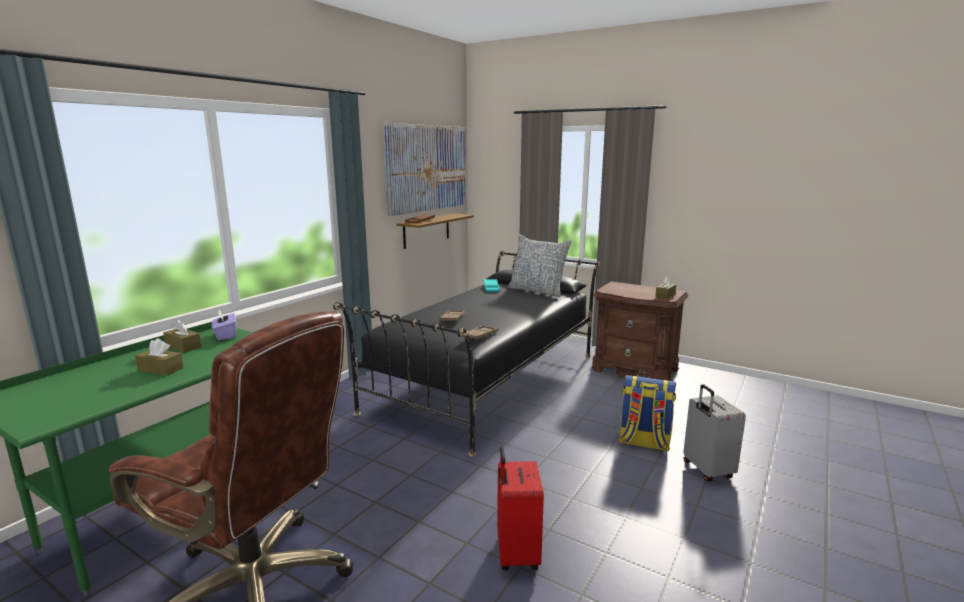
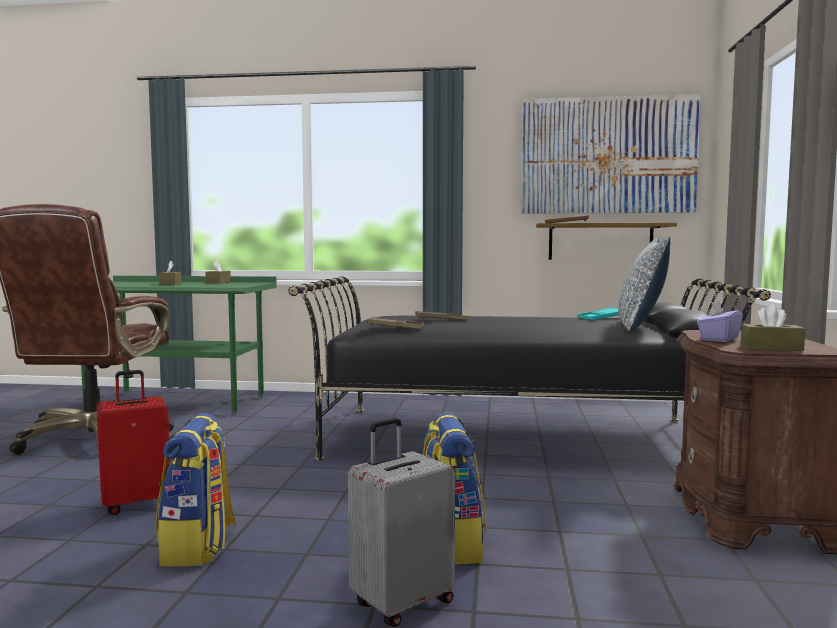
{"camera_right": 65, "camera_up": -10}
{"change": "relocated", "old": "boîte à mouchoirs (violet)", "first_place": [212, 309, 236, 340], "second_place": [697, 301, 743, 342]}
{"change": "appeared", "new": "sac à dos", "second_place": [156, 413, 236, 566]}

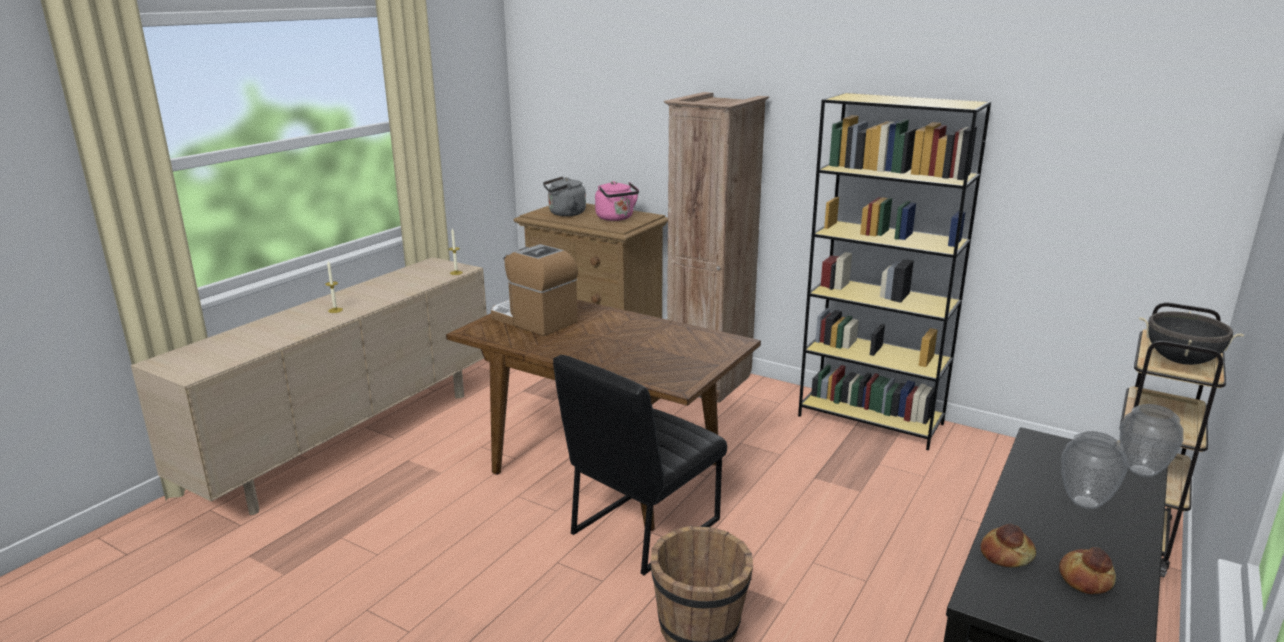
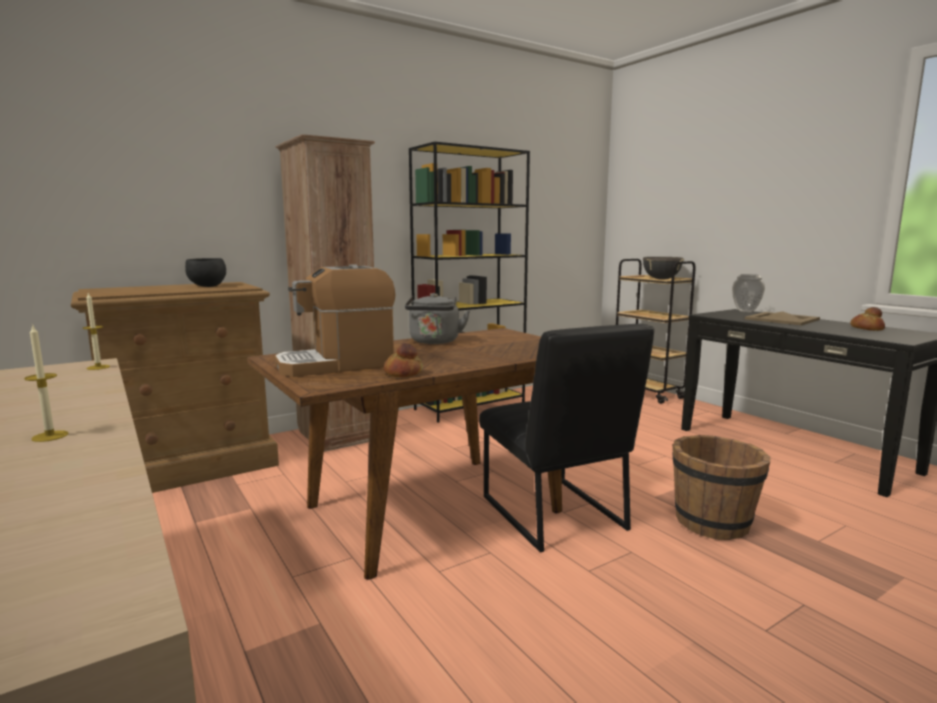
{"camera_right": -65, "camera_up": -10}
{"change": "relocated", "old": "bouilloire (gris)", "first_place": [543, 176, 586, 216], "second_place": [405, 293, 470, 344]}
{"change": "exchanged", "old": "bouilloire (rose)", "new": "bol (noir)", "first_place": [595, 181, 639, 221], "second_place": [185, 258, 226, 287]}
{"change": "exchanged", "old": "vase", "new": "plateau (beige)", "first_place": [1061, 431, 1127, 509], "second_place": [745, 311, 820, 325]}
{"change": "relocated", "old": "pain", "first_place": [980, 524, 1036, 567], "second_place": [384, 343, 423, 378]}

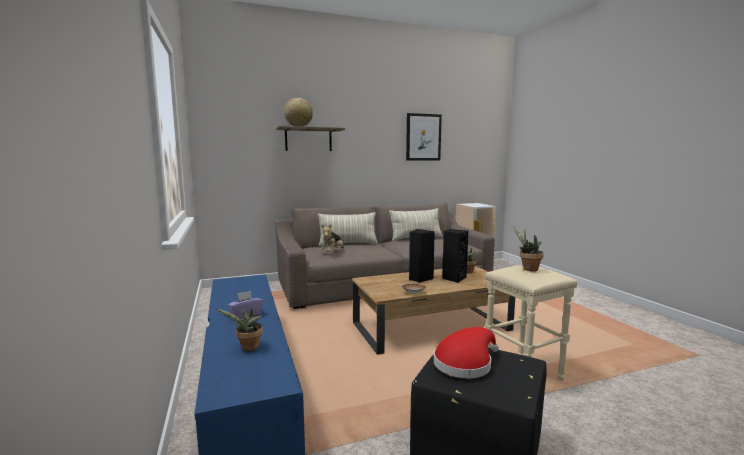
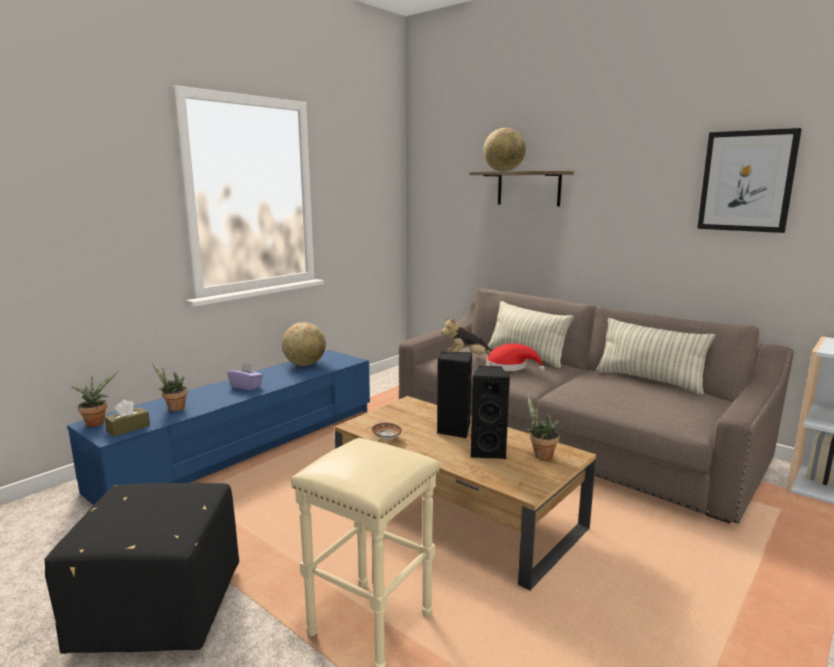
{"camera_right": 60, "camera_up": 5}
{"change": "relocated", "old": "plante en pot", "first_place": [514, 226, 544, 271], "second_place": [72, 371, 118, 427]}
{"change": "relocated", "old": "chapeau (rouge)", "first_place": [433, 327, 499, 378], "second_place": [486, 343, 545, 372]}
{"change": "appeared", "new": "globe", "second_place": [281, 322, 326, 366]}
{"change": "appeared", "new": "boîte à mouchoirs (marron)", "second_place": [104, 399, 150, 437]}

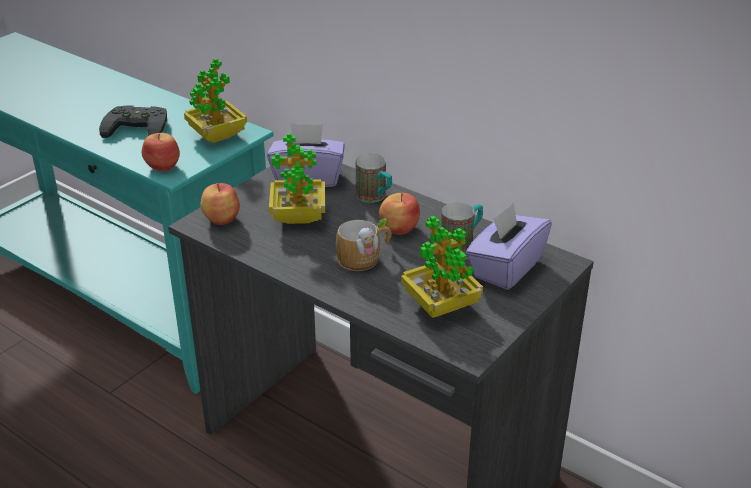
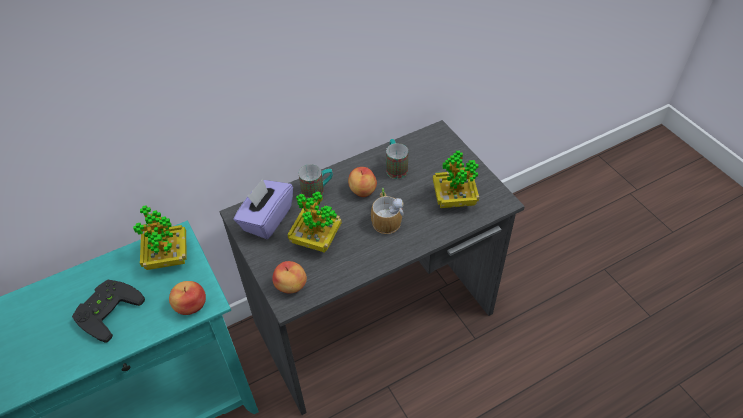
{"camera_right": -65, "camera_up": 15}
{"change": "missing", "old": "boîte à mouchoirs (violet)", "first_place": [466, 202, 552, 290]}

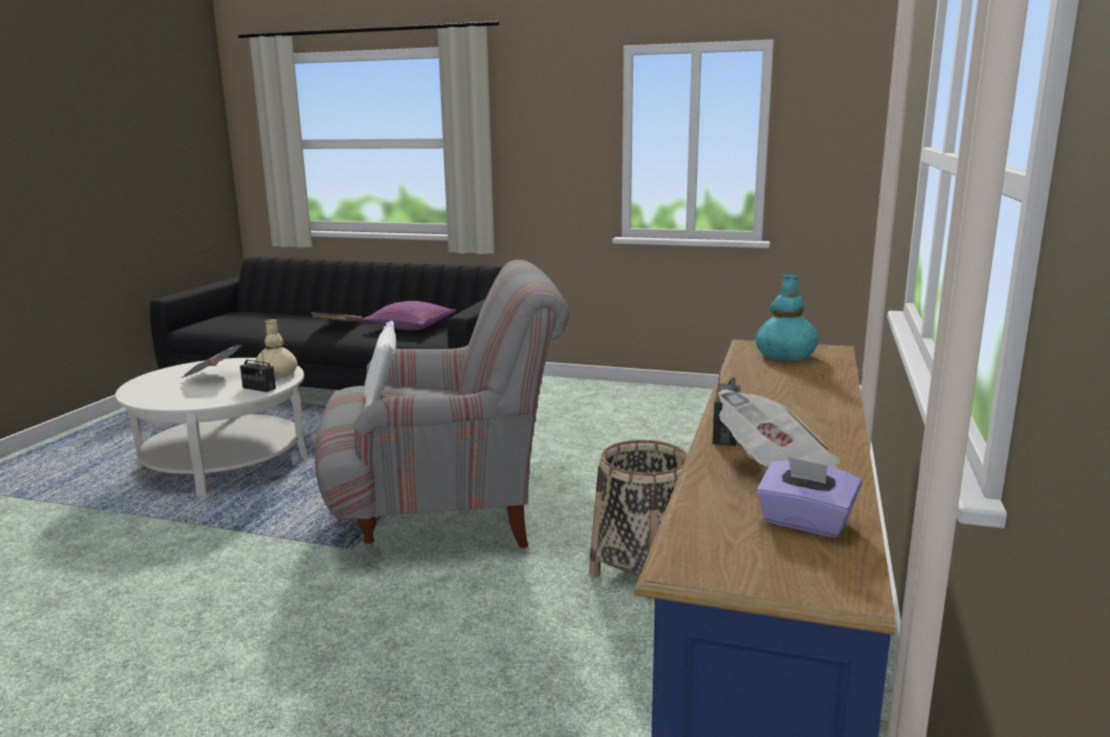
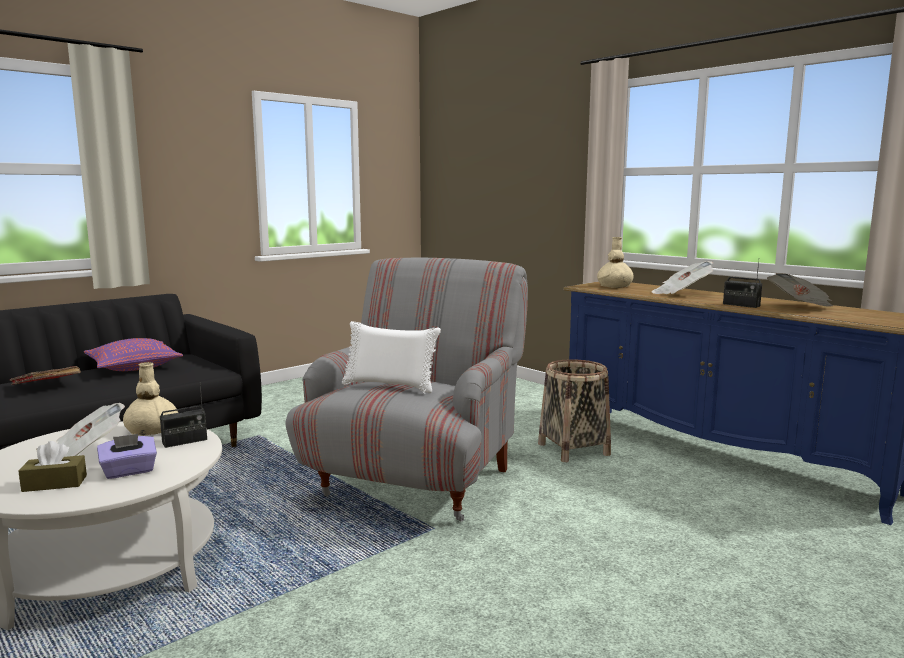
{"camera_right": -60, "camera_up": -5}
{"change": "colour", "old": "vase (turquoise)", "new": "vase (beige)", "first_place": [755, 273, 818, 361], "second_place": [597, 237, 634, 288]}
{"change": "relocated", "old": "boîte à mouchoirs (violet)", "first_place": [756, 456, 862, 538], "second_place": [97, 434, 157, 479]}
{"change": "appeared", "new": "journal", "second_place": [652, 261, 713, 294]}
{"change": "appeared", "new": "boîte à mouchoirs (marron)", "second_place": [18, 441, 87, 492]}

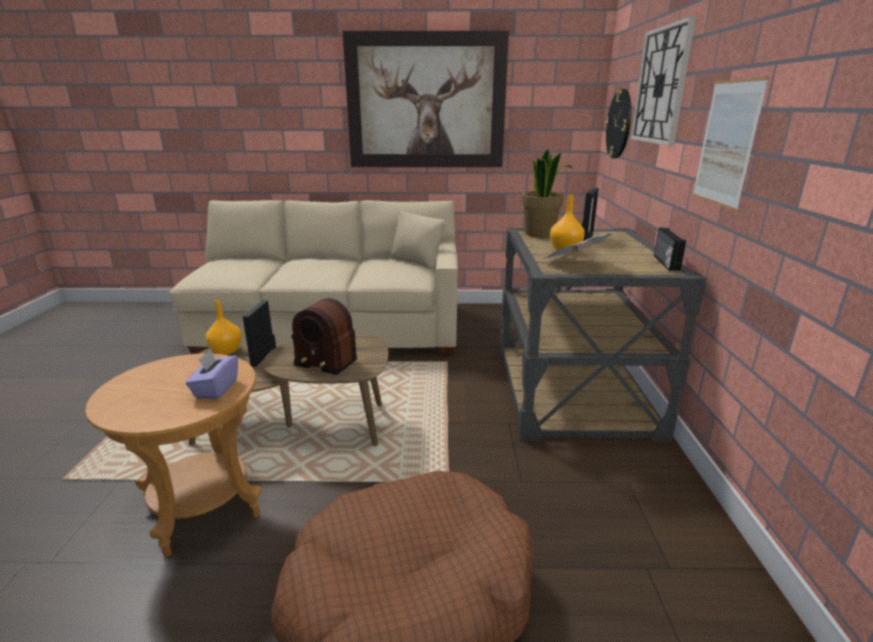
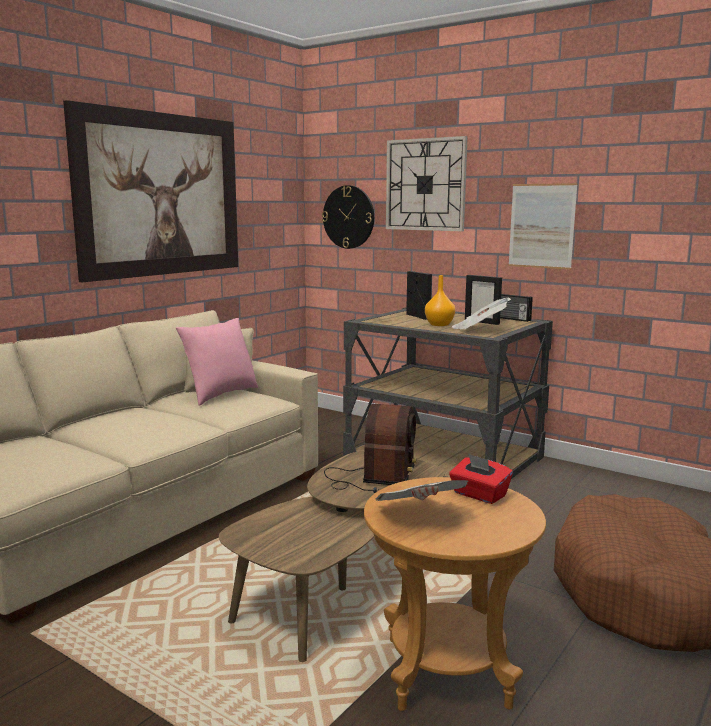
{"camera_right": -55, "camera_up": -10}
{"change": "missing", "old": "plante en pot", "first_place": [521, 149, 573, 237]}
{"change": "spun", "old": "radio", "first_place": [291, 298, 357, 375], "second_place": [324, 404, 417, 493], "degrees": -45}
{"change": "missing", "old": "vase (orange)", "first_place": [206, 300, 242, 355]}
{"change": "relocated", "old": "cadre photo", "first_place": [243, 300, 276, 367], "second_place": [465, 275, 502, 325]}
{"change": "colour", "old": "boîte à mouchoirs (violet)", "new": "boîte à mouchoirs (rouge)", "first_place": [186, 350, 238, 399], "second_place": [449, 454, 513, 504]}
{"change": "appeared", "new": "coussin (rose)", "second_place": [176, 318, 258, 406]}
{"change": "appeared", "new": "journal", "second_place": [375, 480, 468, 501]}

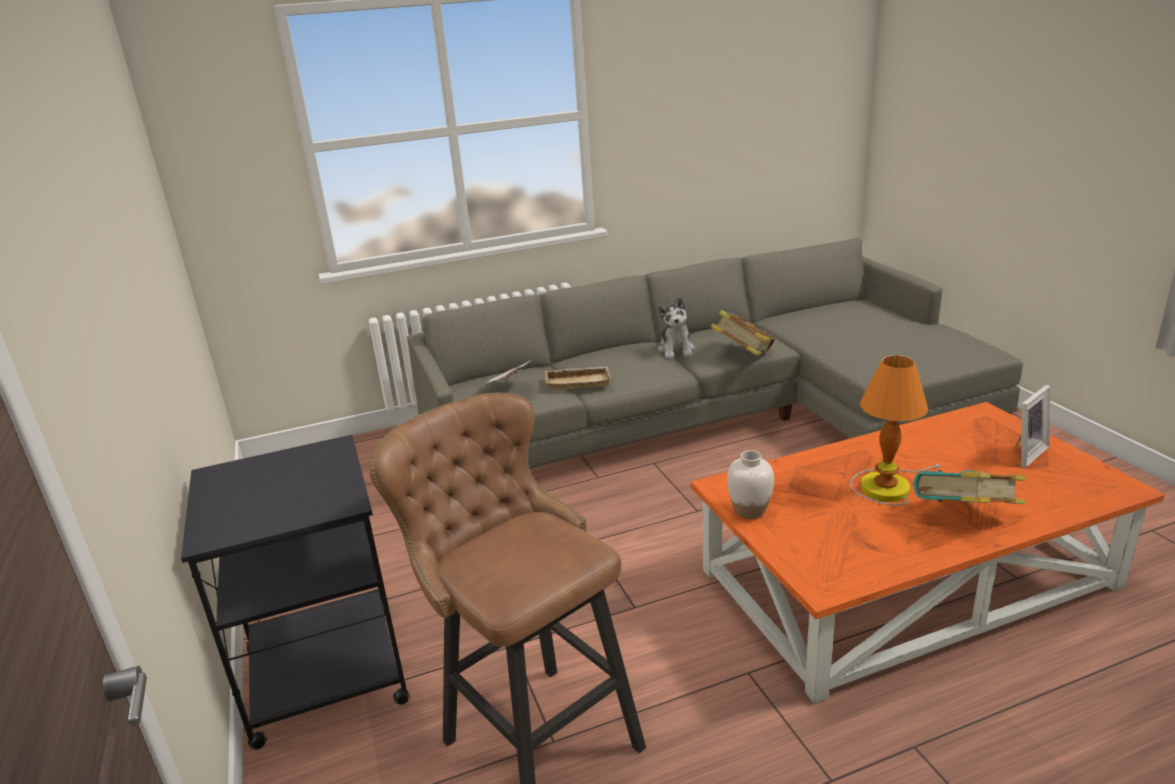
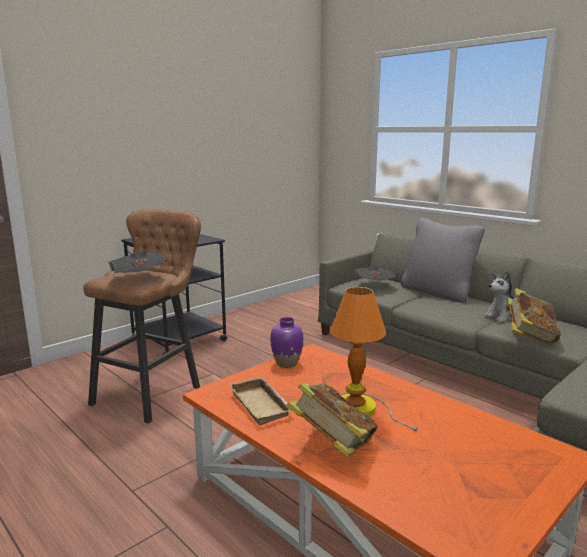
{"camera_right": 65, "camera_up": -10}
{"change": "relocated", "old": "plateau (beige)", "first_place": [545, 366, 611, 390], "second_place": [229, 377, 292, 425]}
{"change": "missing", "old": "cadre photo", "first_place": [1013, 385, 1050, 468]}
{"change": "colour", "old": "vase (blanc)", "new": "vase (violet)", "first_place": [727, 450, 774, 519], "second_place": [270, 317, 303, 368]}
{"change": "appeared", "new": "coussin (gris)", "second_place": [401, 217, 485, 303]}
{"change": "appeared", "new": "journal", "second_place": [108, 251, 167, 273]}

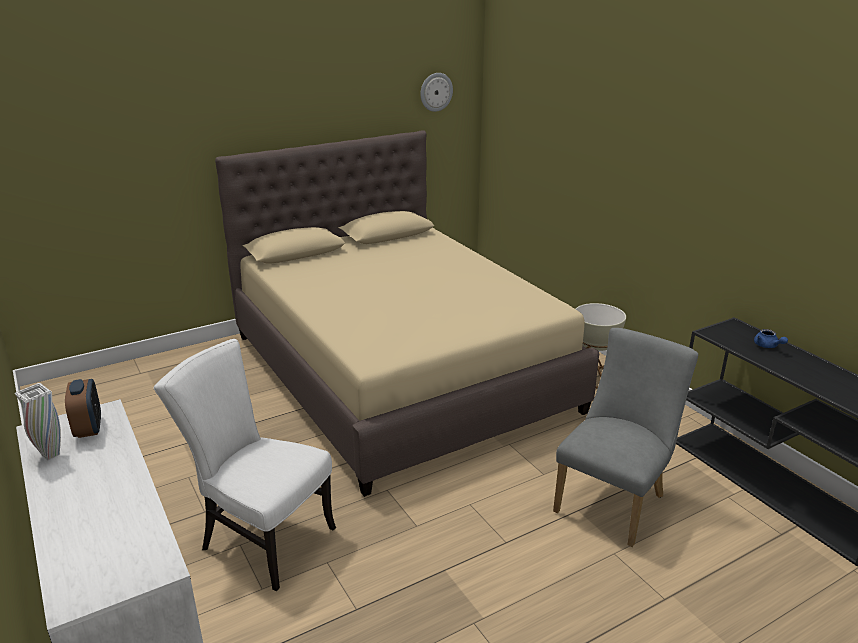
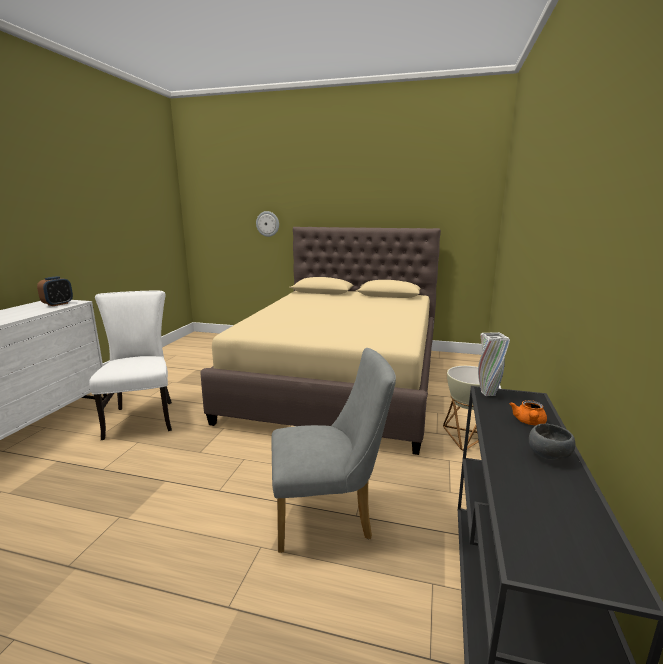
{"camera_right": 45, "camera_up": -10}
{"change": "relocated", "old": "horloge murale", "first_place": [420, 73, 453, 112], "second_place": [256, 211, 279, 237]}
{"change": "colour", "old": "théière (bleu)", "new": "théière (orange)", "first_place": [754, 329, 788, 348], "second_place": [510, 400, 547, 425]}
{"change": "relocated", "old": "vase (blanc)", "first_place": [15, 383, 61, 460], "second_place": [478, 332, 510, 396]}
{"change": "appeared", "new": "bol (gris)", "second_place": [529, 424, 575, 461]}

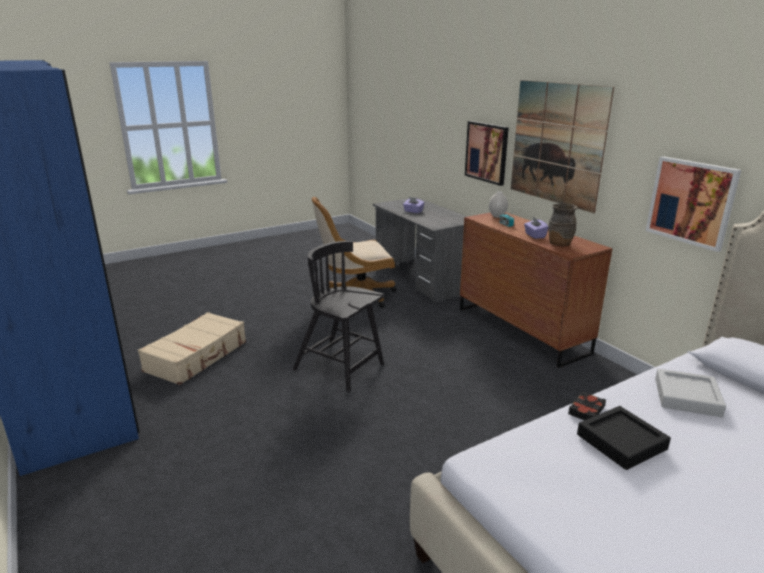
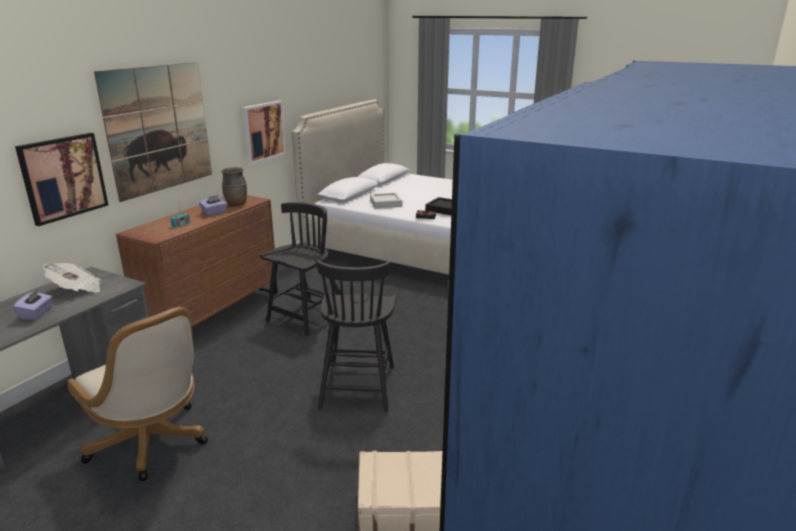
{"camera_right": -120, "camera_up": 0}
{"change": "missing", "old": "vase (blanc)", "first_place": [489, 191, 508, 218]}
{"change": "appeared", "new": "chaise (noir)", "second_place": [260, 202, 341, 336]}
{"change": "appeared", "new": "journal", "second_place": [43, 263, 100, 292]}

